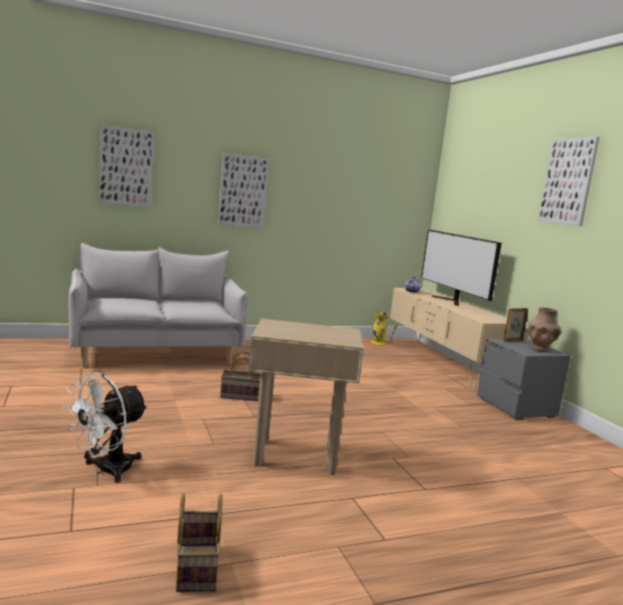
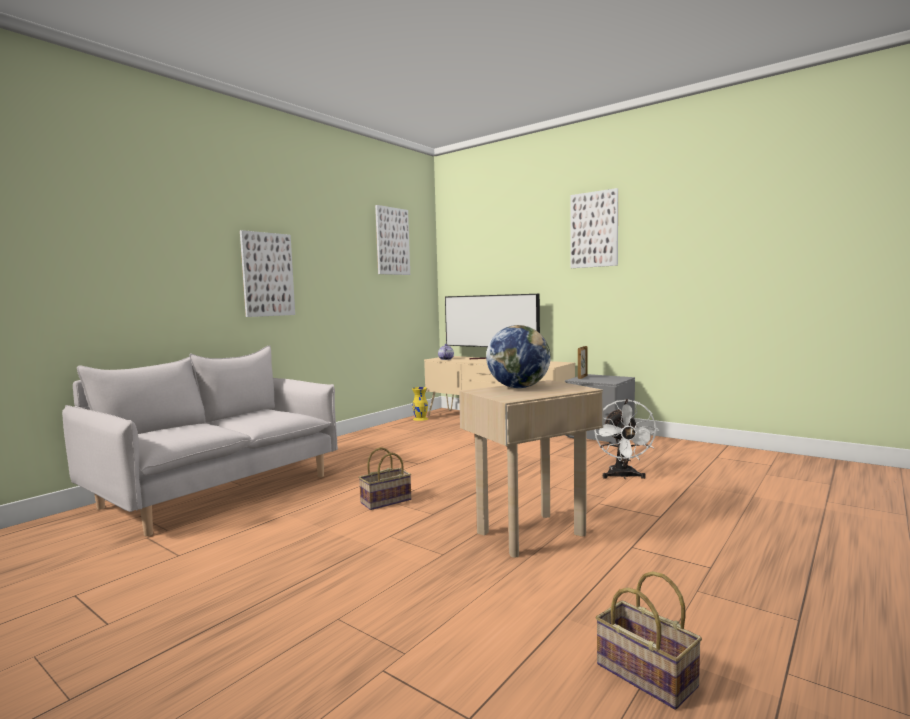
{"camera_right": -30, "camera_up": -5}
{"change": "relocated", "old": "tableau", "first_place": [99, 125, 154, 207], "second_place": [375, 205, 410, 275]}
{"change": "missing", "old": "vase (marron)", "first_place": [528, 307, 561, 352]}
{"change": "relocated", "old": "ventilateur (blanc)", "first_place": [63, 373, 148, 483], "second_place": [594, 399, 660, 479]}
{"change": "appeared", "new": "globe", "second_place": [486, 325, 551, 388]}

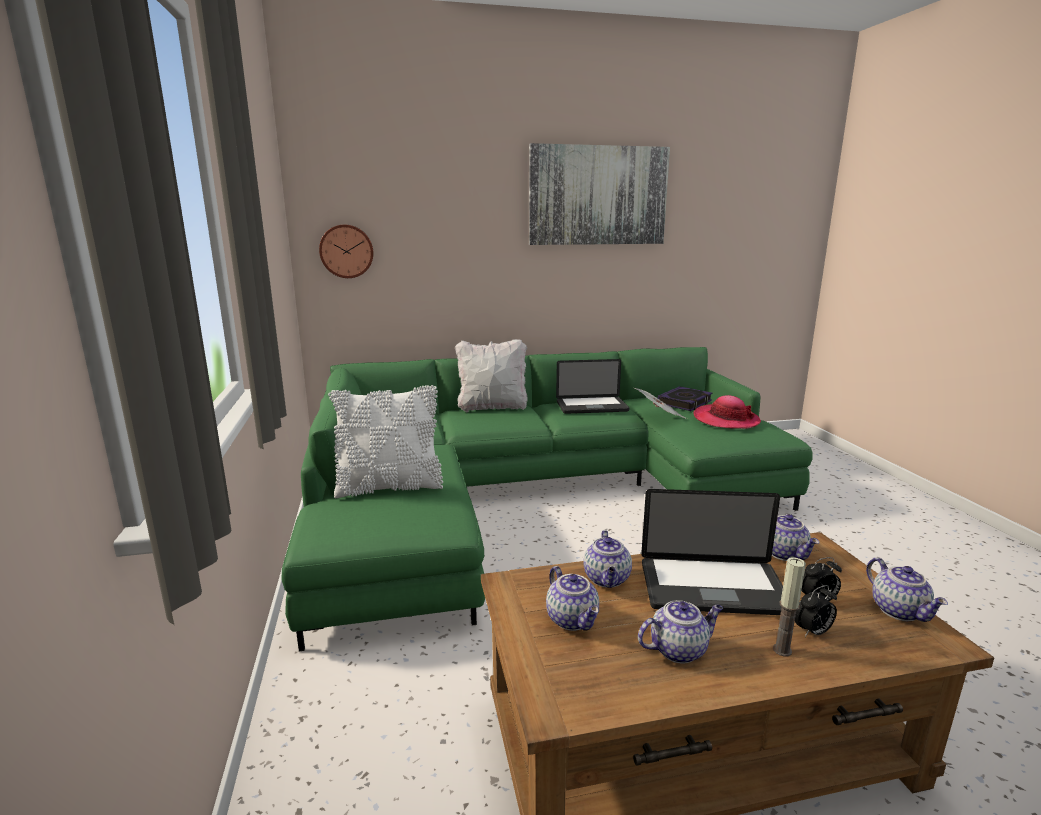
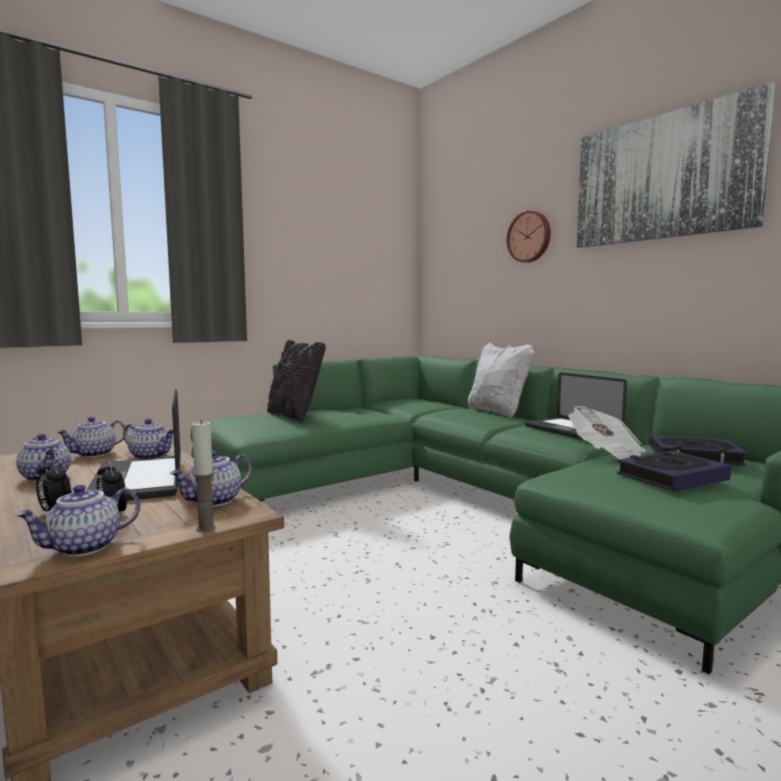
{"camera_right": 65, "camera_up": -10}
{"change": "relocated", "old": "horloge murale", "first_place": [319, 225, 373, 278], "second_place": [507, 211, 551, 263]}
{"change": "colour", "old": "coussin (blanc)", "new": "coussin (noir)", "first_place": [328, 385, 443, 498], "second_place": [267, 340, 326, 423]}
{"change": "exchanged", "old": "chapeau", "new": "livre", "first_place": [693, 395, 761, 429], "second_place": [617, 451, 731, 492]}
{"change": "spun", "old": "théière", "first_place": [583, 530, 632, 588], "second_place": [123, 418, 173, 459], "degrees": -135}
{"change": "relocated", "old": "bougie", "first_place": [773, 557, 806, 657], "second_place": [192, 420, 216, 532]}

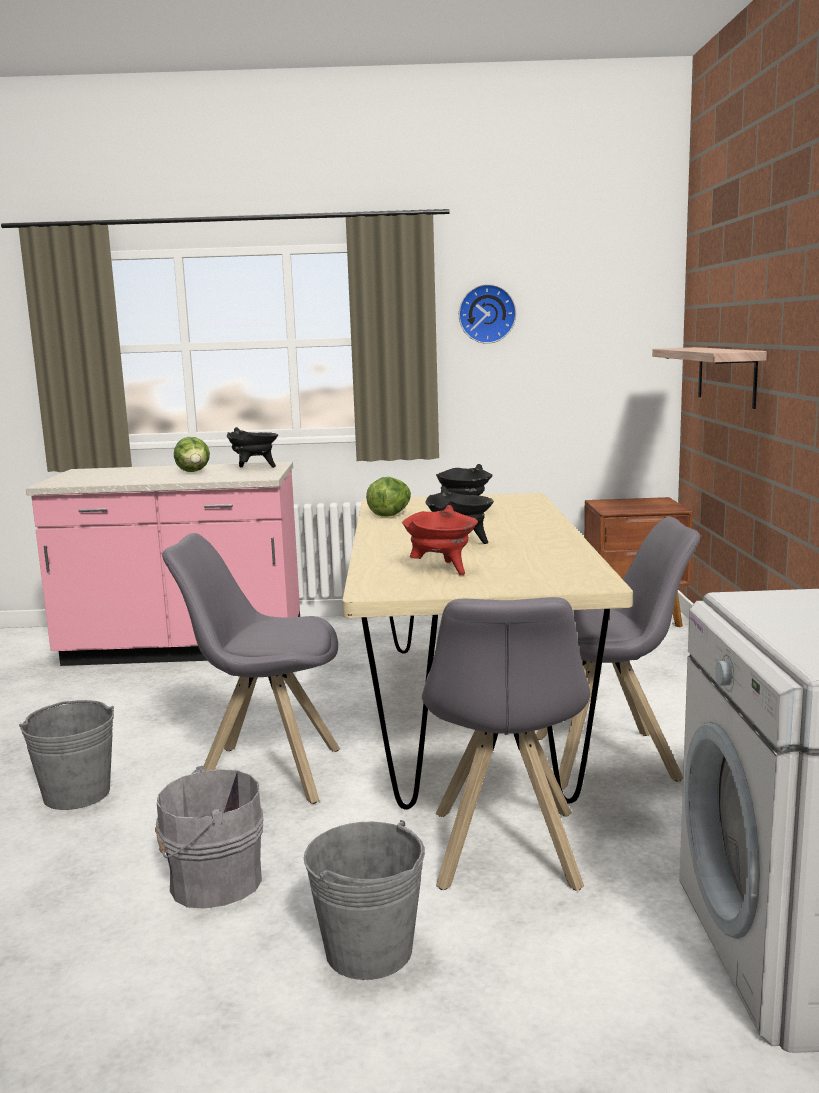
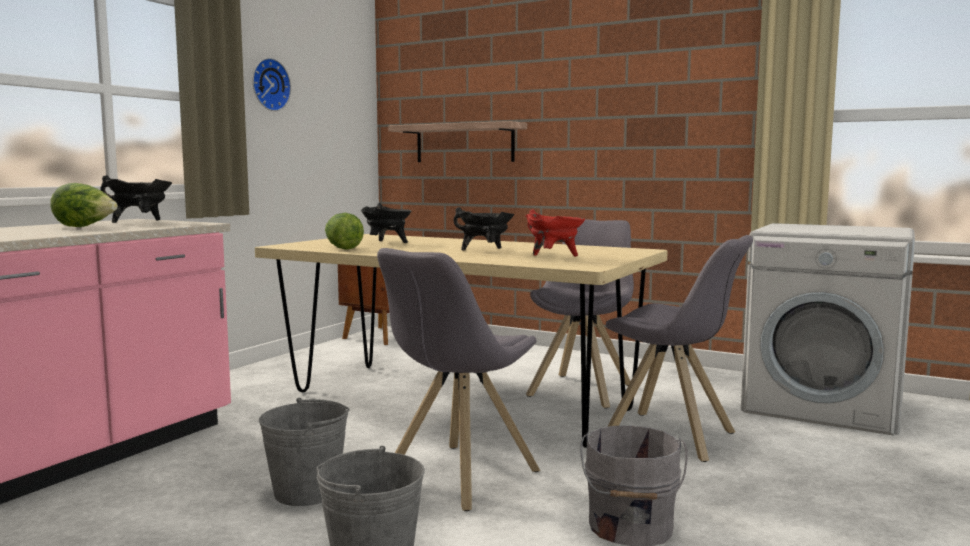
{"camera_right": -60, "camera_up": -5}
{"change": "relocated", "old": "seau (gris)", "first_place": [304, 820, 425, 980], "second_place": [259, 398, 350, 506]}

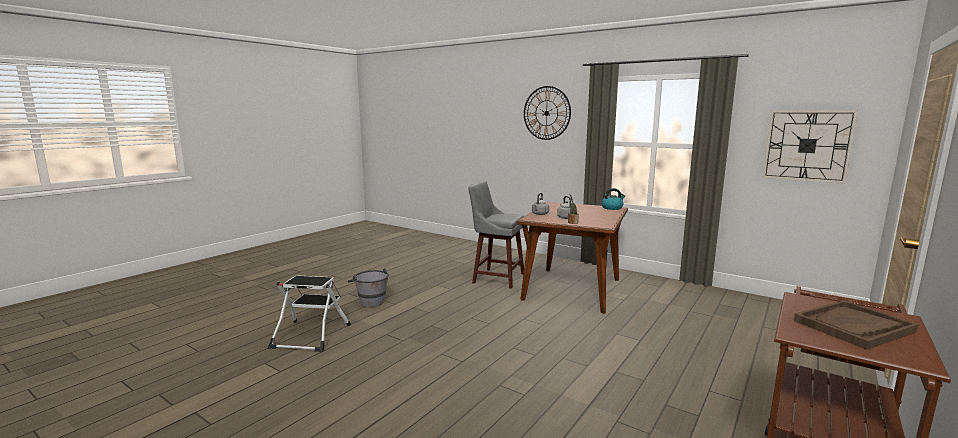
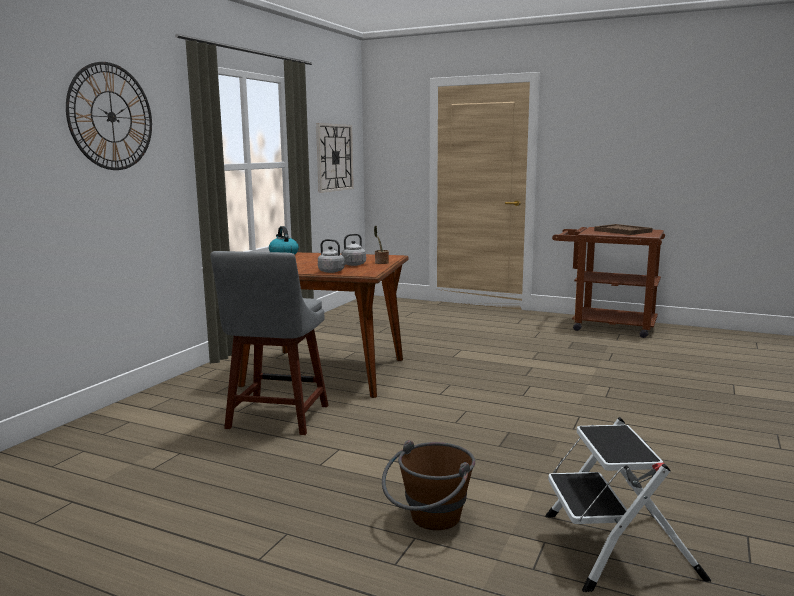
{"camera_right": -100, "camera_up": 0}
{"change": "colour", "old": "seau (gris)", "new": "seau (marron)", "first_place": [347, 268, 389, 307], "second_place": [382, 440, 475, 530]}

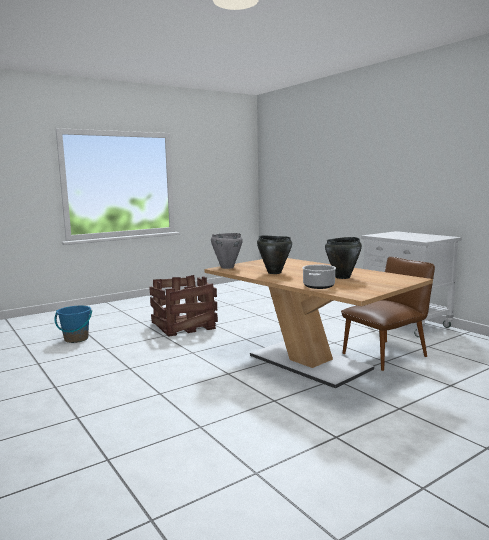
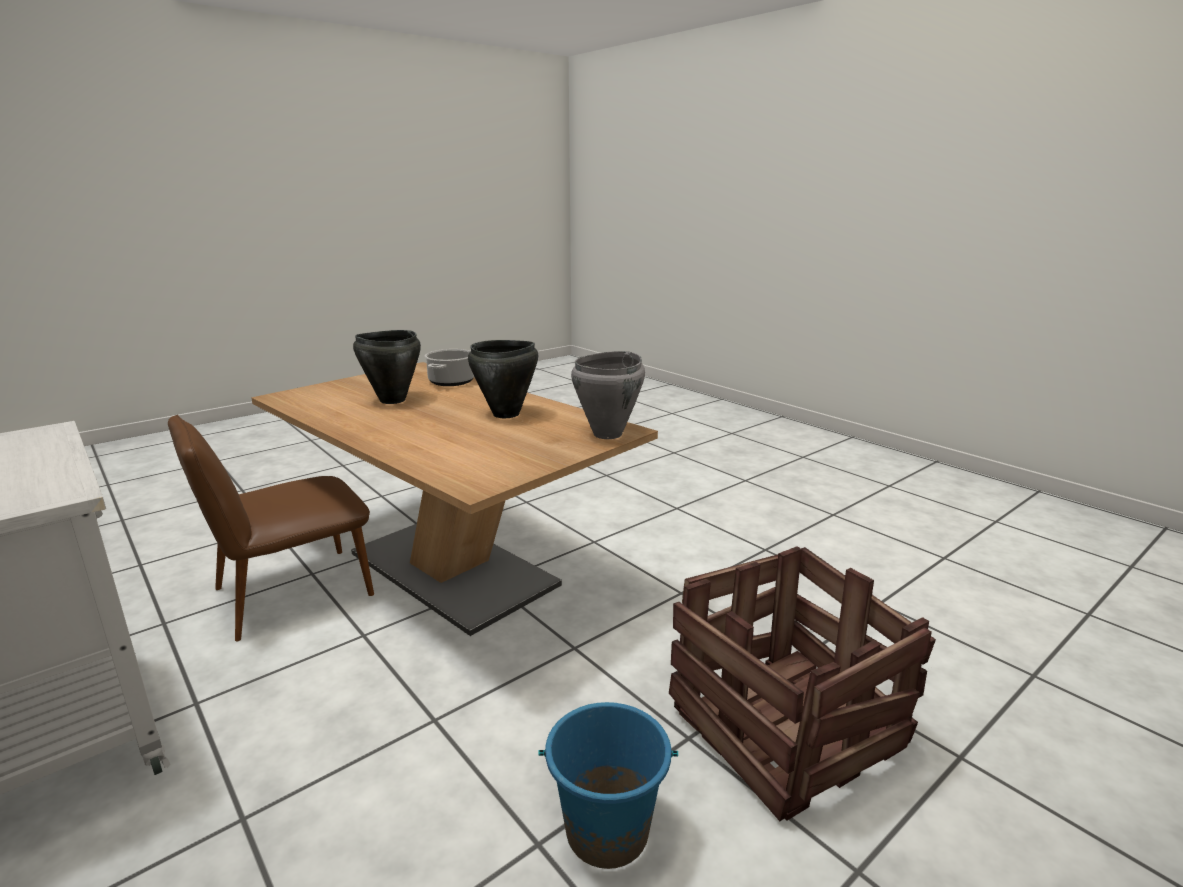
{"camera_right": 175, "camera_up": 10}
{"change": "relocated", "old": "seau (bleu)", "first_place": [54, 306, 92, 343], "second_place": [538, 702, 678, 869]}

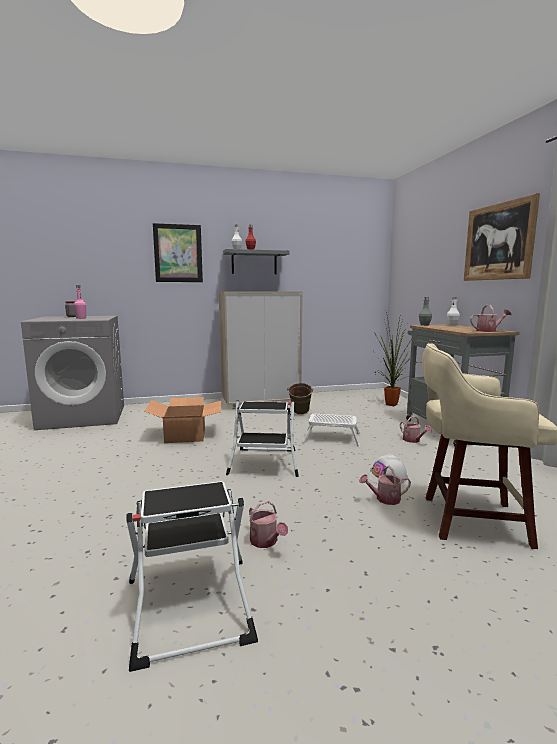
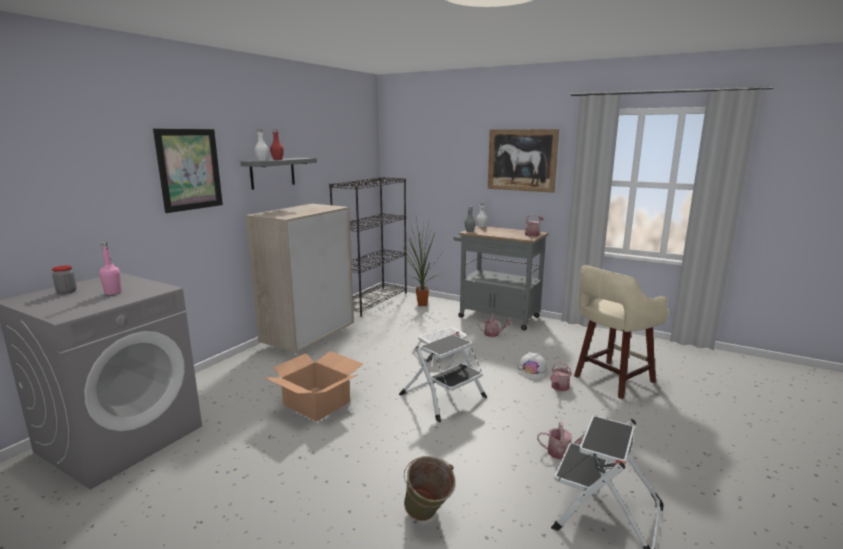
{"camera_right": -45, "camera_up": 5}
{"change": "relocated", "old": "seau (vert)", "first_place": [287, 383, 314, 414], "second_place": [404, 456, 456, 521]}
{"change": "appeared", "new": "bibliothèque (noir)", "second_place": [329, 177, 407, 317]}

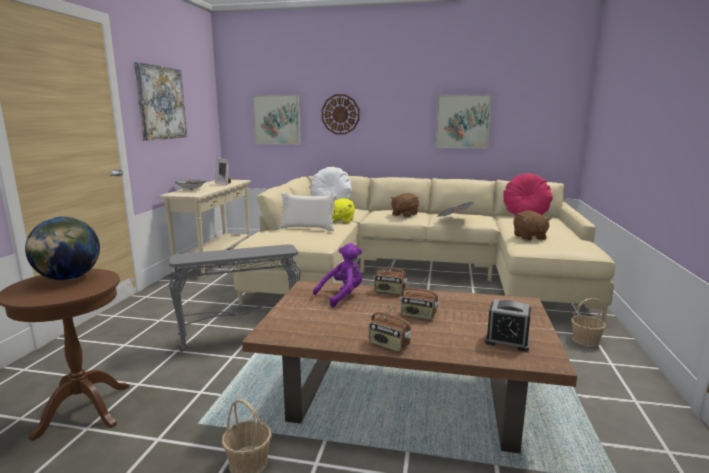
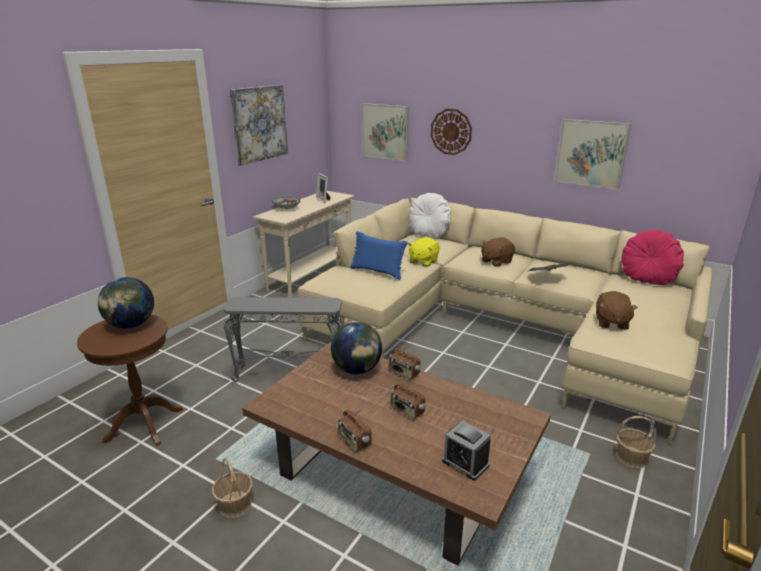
{"camera_right": 20, "camera_up": 10}
{"change": "colour", "old": "coussin (blanc)", "new": "coussin (bleu)", "first_place": [279, 192, 337, 232], "second_place": [350, 231, 408, 280]}
{"change": "exchanged", "old": "peluche (violet)", "new": "globe", "first_place": [313, 243, 362, 307], "second_place": [331, 322, 382, 374]}

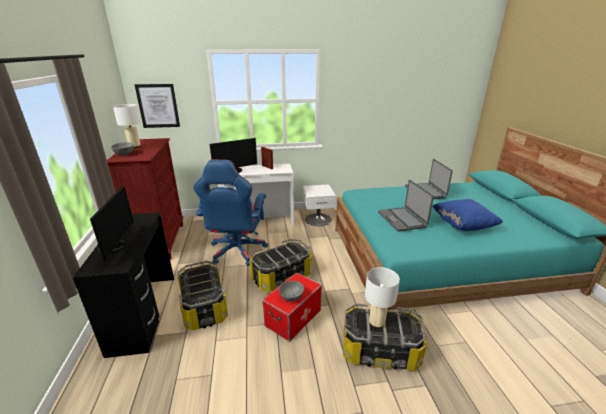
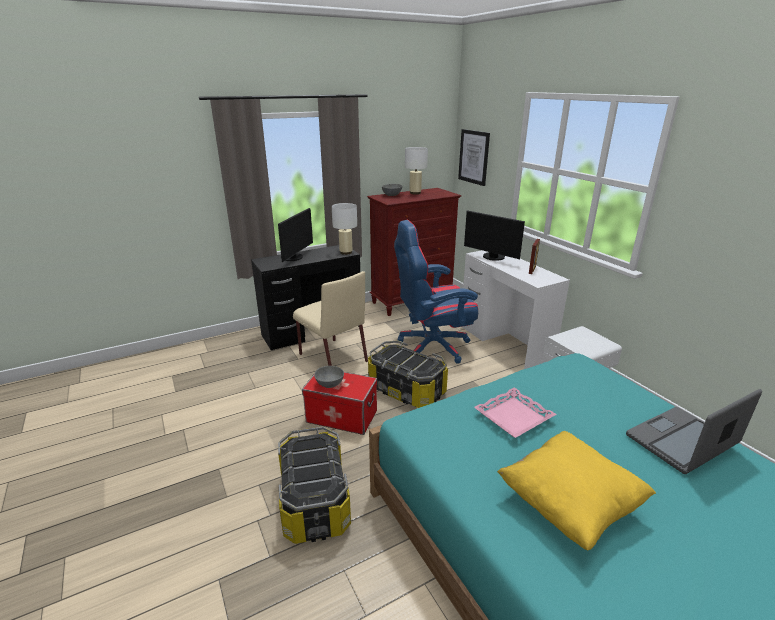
{"camera_right": 70, "camera_up": 0}
{"change": "exchanged", "old": "ordinateur portable", "new": "plateau (rose)", "first_place": [378, 180, 434, 232], "second_place": [474, 388, 557, 438]}
{"change": "spun", "old": "écran d'ordinateur", "first_place": [90, 186, 134, 261], "second_place": [278, 208, 313, 262], "degrees": -45}
{"change": "colour", "old": "coussin (bleu)", "new": "coussin (jaune)", "first_place": [432, 199, 503, 231], "second_place": [497, 431, 656, 550]}
{"change": "exchanged", "old": "boîte de rangement", "new": "chaise (beige)", "first_place": [178, 261, 228, 330], "second_place": [293, 271, 368, 366]}
{"change": "relocated", "old": "lampe de table (blanc)", "first_place": [365, 267, 400, 329], "second_place": [332, 203, 357, 255]}

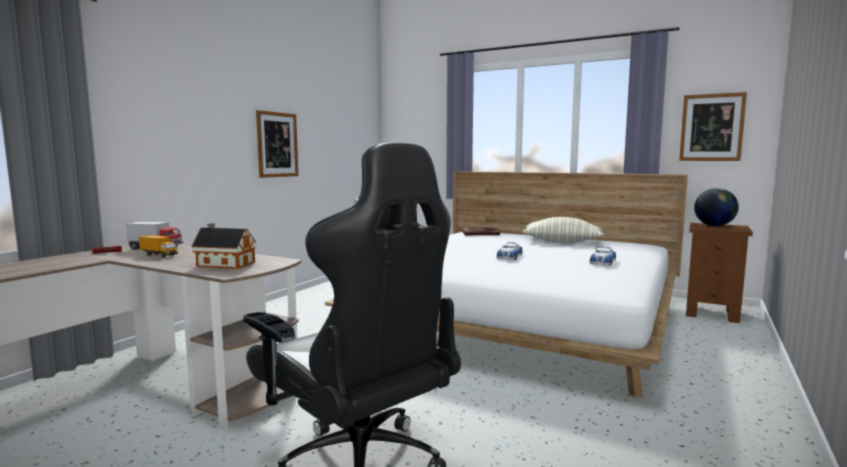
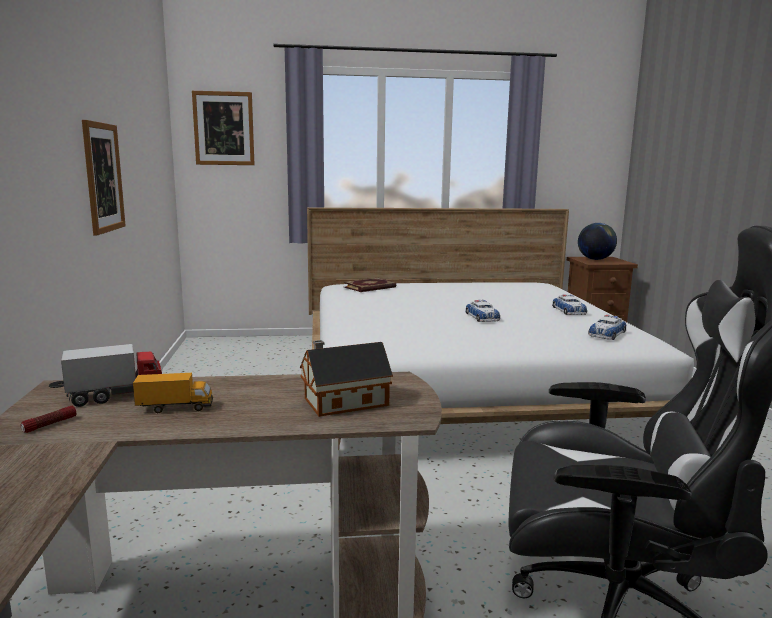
{"camera_right": -35, "camera_up": 5}
{"change": "relocated", "old": "tableau", "first_place": [679, 92, 747, 161], "second_place": [192, 91, 255, 165]}
{"change": "missing", "old": "coussin", "first_place": [522, 217, 604, 243]}
{"change": "appeared", "new": "petite voiture", "second_place": [588, 315, 626, 340]}

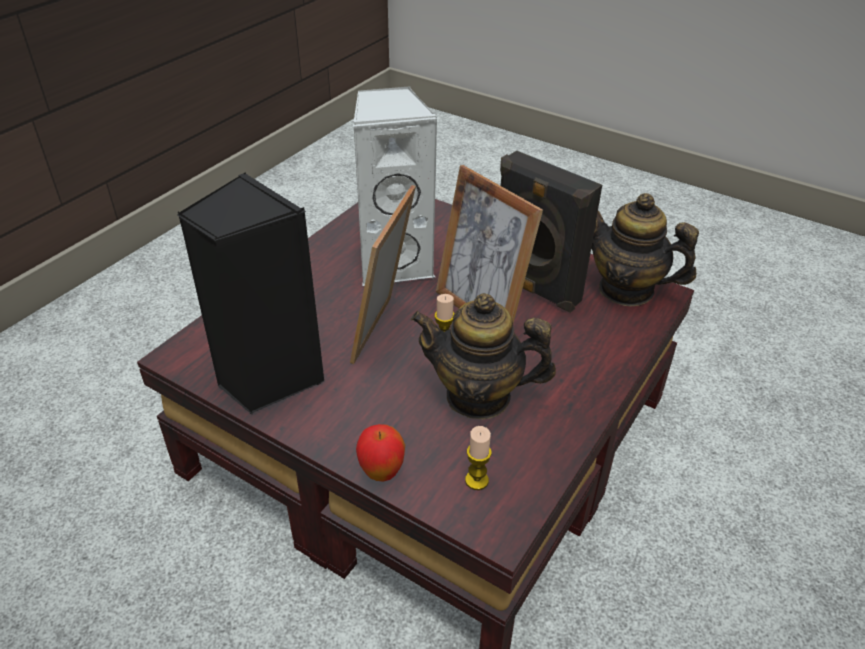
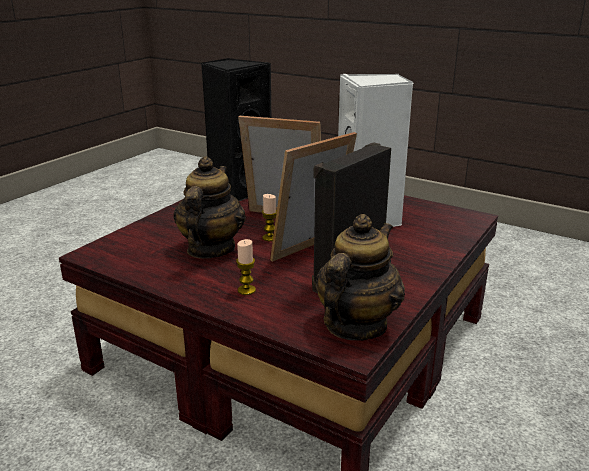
{"camera_right": 90, "camera_up": -15}
{"change": "missing", "old": "pomme", "first_place": [356, 424, 405, 481]}
{"change": "relocated", "old": "bougie", "first_place": [465, 426, 492, 490], "second_place": [236, 239, 256, 295]}

